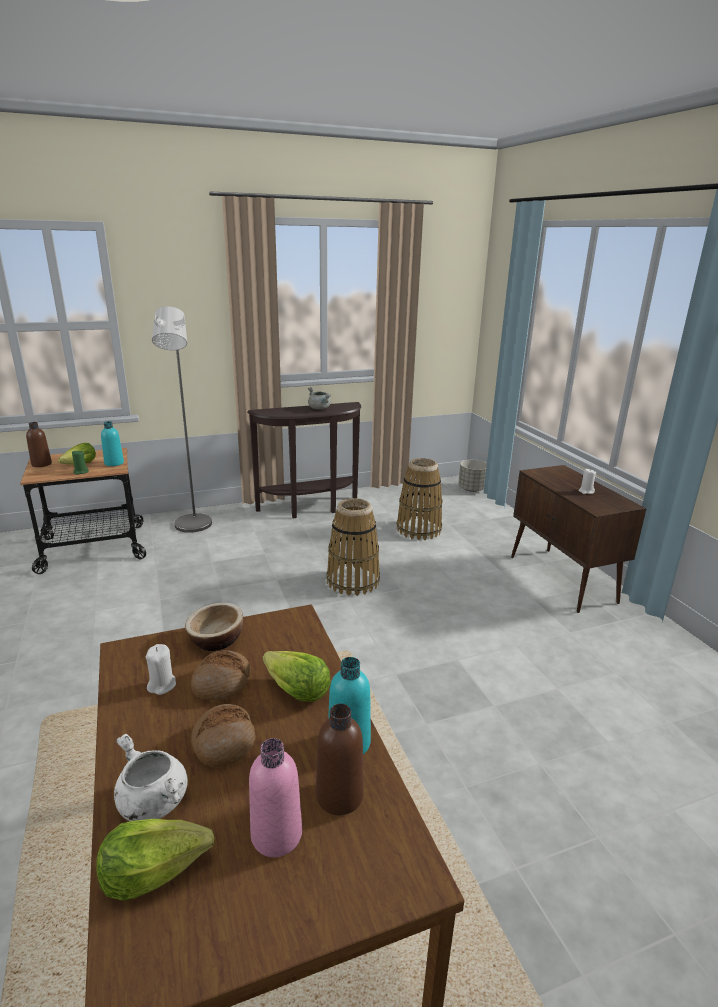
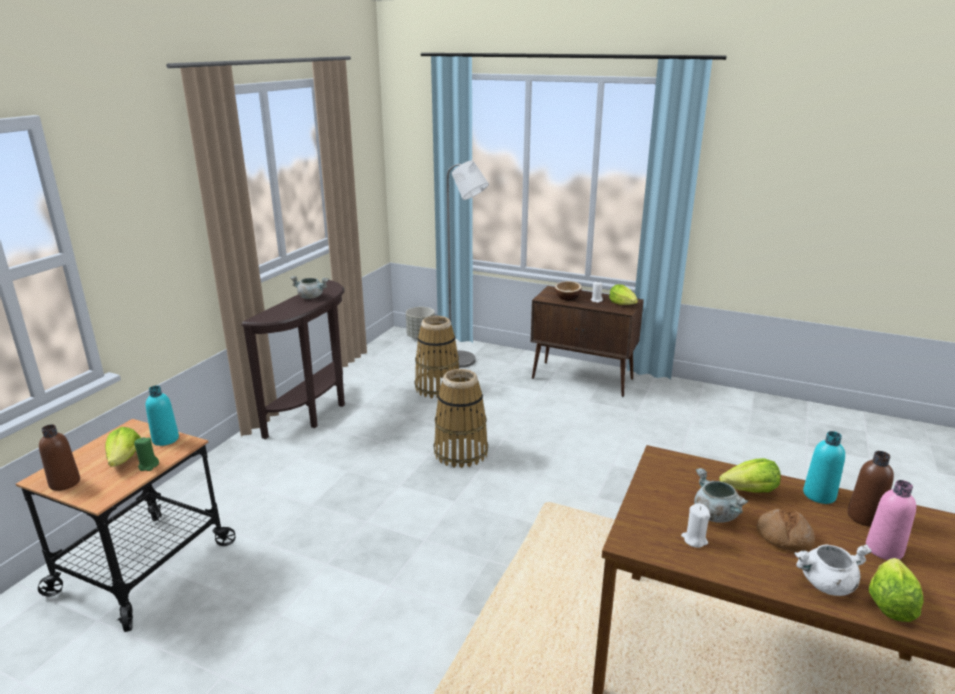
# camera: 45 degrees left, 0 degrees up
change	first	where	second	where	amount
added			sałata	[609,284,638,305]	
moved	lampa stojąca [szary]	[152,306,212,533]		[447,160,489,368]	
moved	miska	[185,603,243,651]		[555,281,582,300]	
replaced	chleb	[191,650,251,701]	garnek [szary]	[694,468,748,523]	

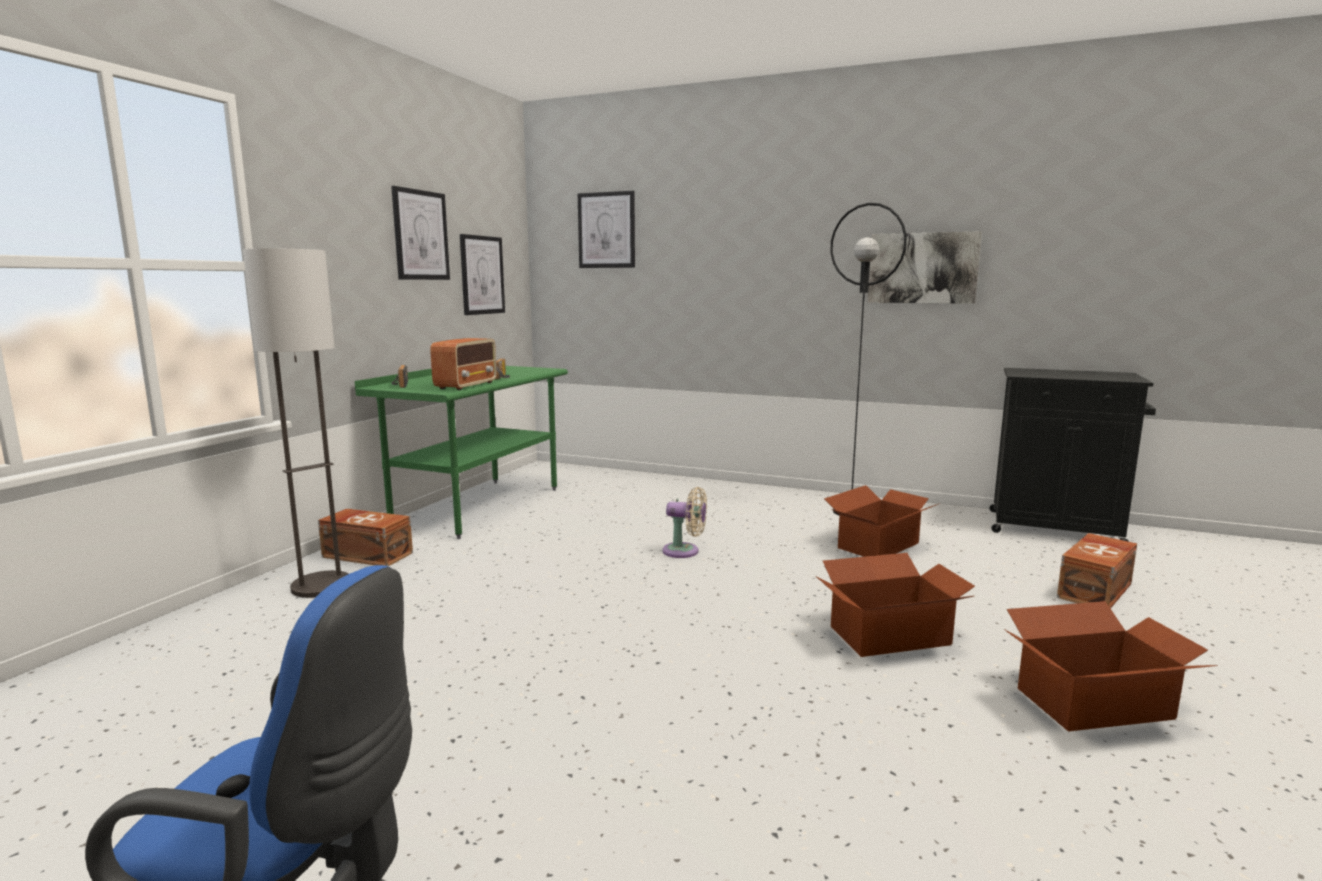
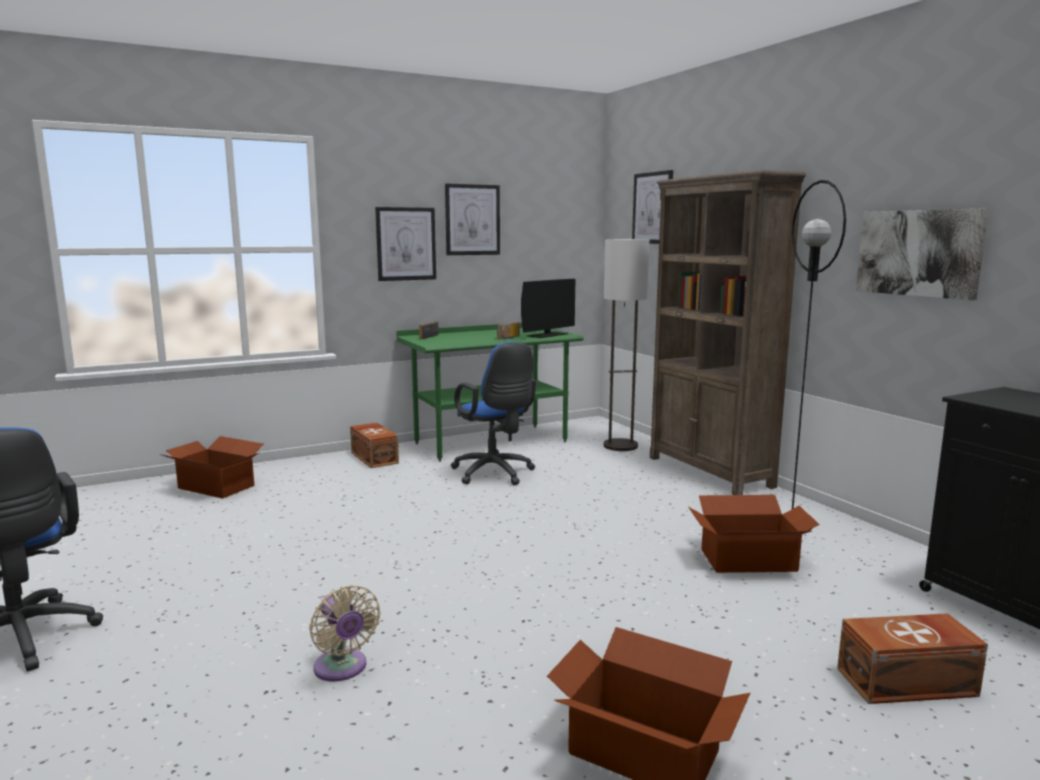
# camera: 40 degrees right, 0 degrees up
change	first	where	second	where	amount
removed	radio	[430,338,497,390]			
added			krzesło biurowe [niebieski]	[451,342,536,485]	
added			monitor	[521,279,575,338]	
added			regał [brązowy]	[650,170,806,495]	
moved	lampa stojąca	[243,248,348,598]		[604,239,649,451]	
moved	obraz	[460,234,505,315]		[375,207,436,281]	
moved	wentylator [beżowy]	[662,487,707,558]		[309,585,380,682]	
moved	karton	[816,553,975,657]		[159,436,263,499]	

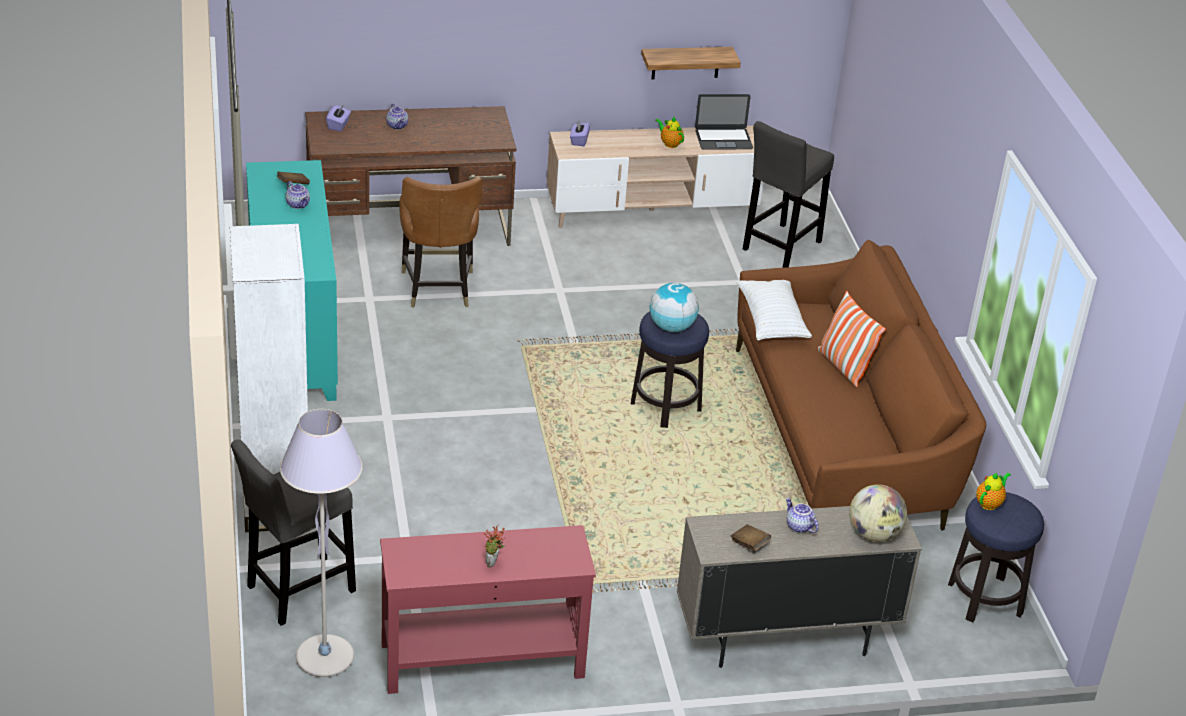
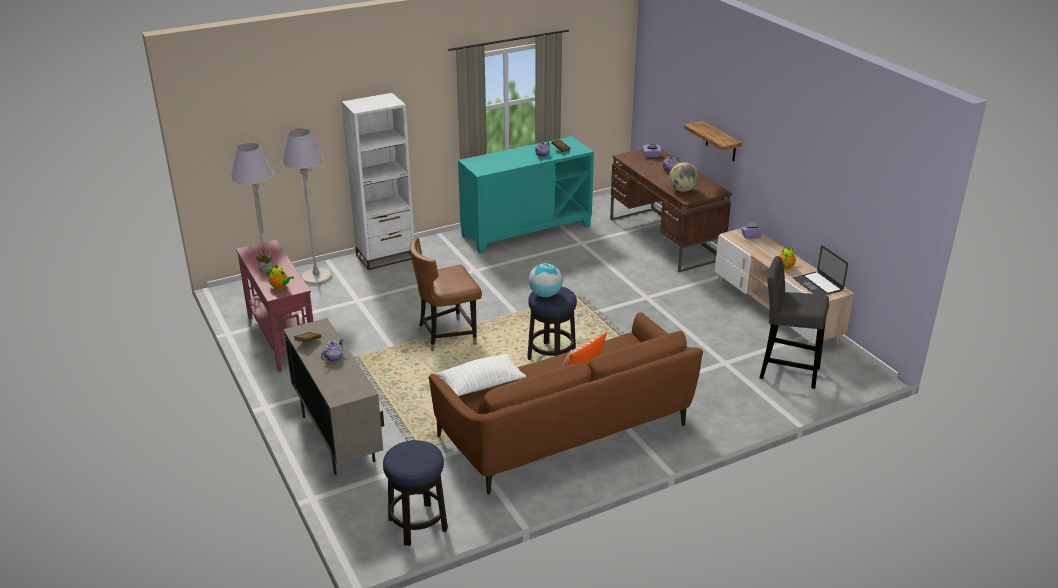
# camera: 75 degrees right, 5 degrees down
change	first	where	second	where	amount
moved	krzesło [brązowy]	[399,177,482,308]		[410,238,482,351]	
moved	półka	[641,47,741,79]		[684,121,742,162]	
moved	poduszka [biały]	[737,280,812,341]		[437,354,526,396]	
moved	globus	[849,484,907,542]		[669,162,699,192]	
moved	imbryk	[976,472,1011,510]		[267,264,294,289]	
replaced	stołek [szary]	[231,439,356,626]	lampa stojąca [szary]	[281,128,331,284]	

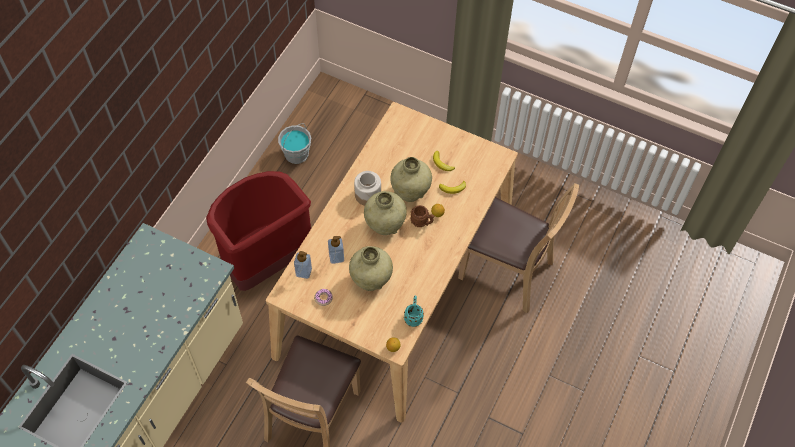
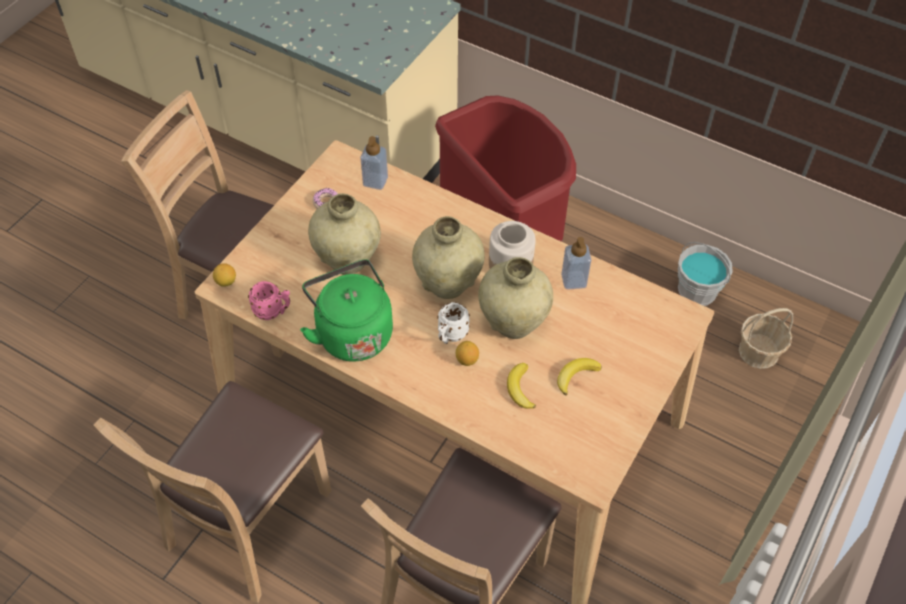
# camera: 95 degrees right, 5 degrees down
change	first	where	second	where	amount
added			krzesło [brązowy]	[94,381,331,603]	
added			czajnik [zielony]	[300,259,393,362]	
added			koszyk	[739,308,793,369]	
moved	dozownik mydła	[328,236,344,264]		[561,237,591,290]	
recoloured	kubek [turkusowy]	[404,296,424,327]	kubek [różowy]	[248,281,290,320]	
recoloured	kubek [brązowy]	[411,205,434,227]	kubek [biały]	[437,302,470,344]	

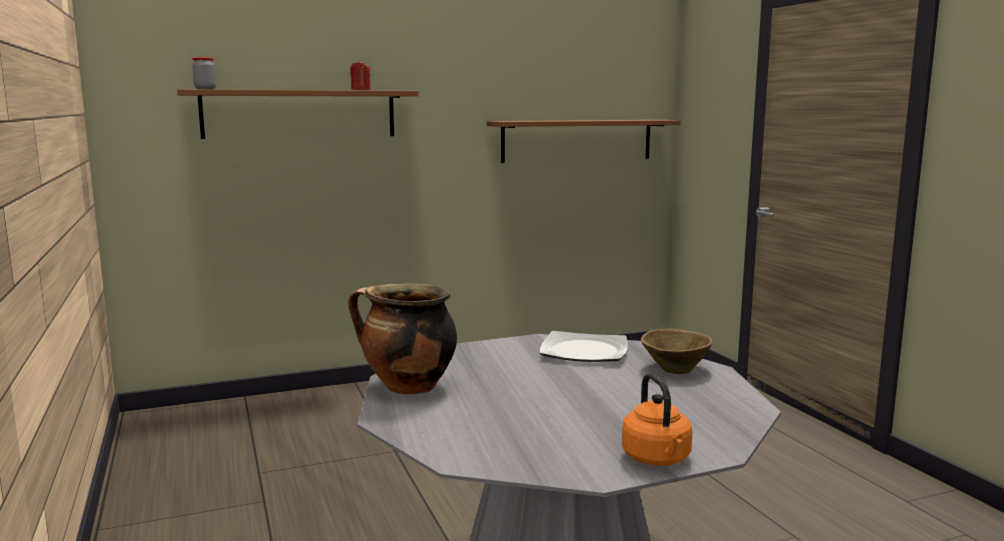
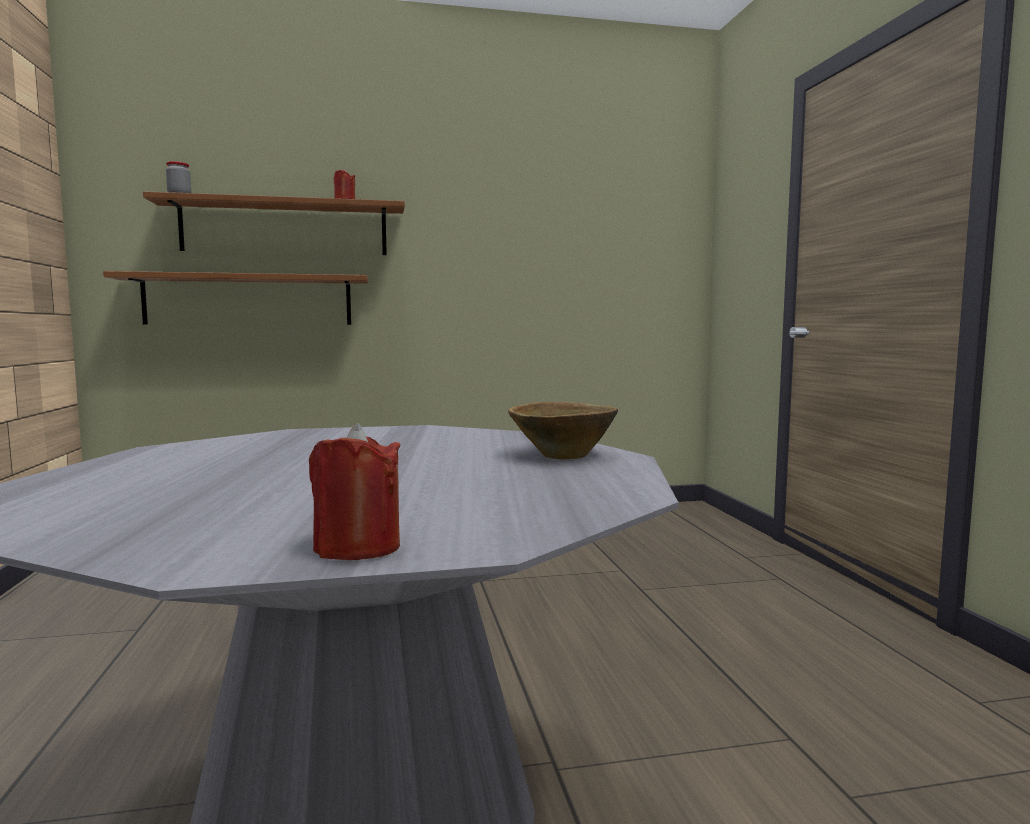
# camera: 10 degrees right, 5 degrees down
change	first	where	second	where	amount
removed	garnek	[348,283,457,395]			
removed	talerz	[539,331,628,362]			
moved	półka [brązowy]	[486,120,681,163]		[103,271,368,325]	
replaced	czajnik [pomarańczowy]	[622,373,692,466]	świeca [czerwony]	[309,423,400,560]	

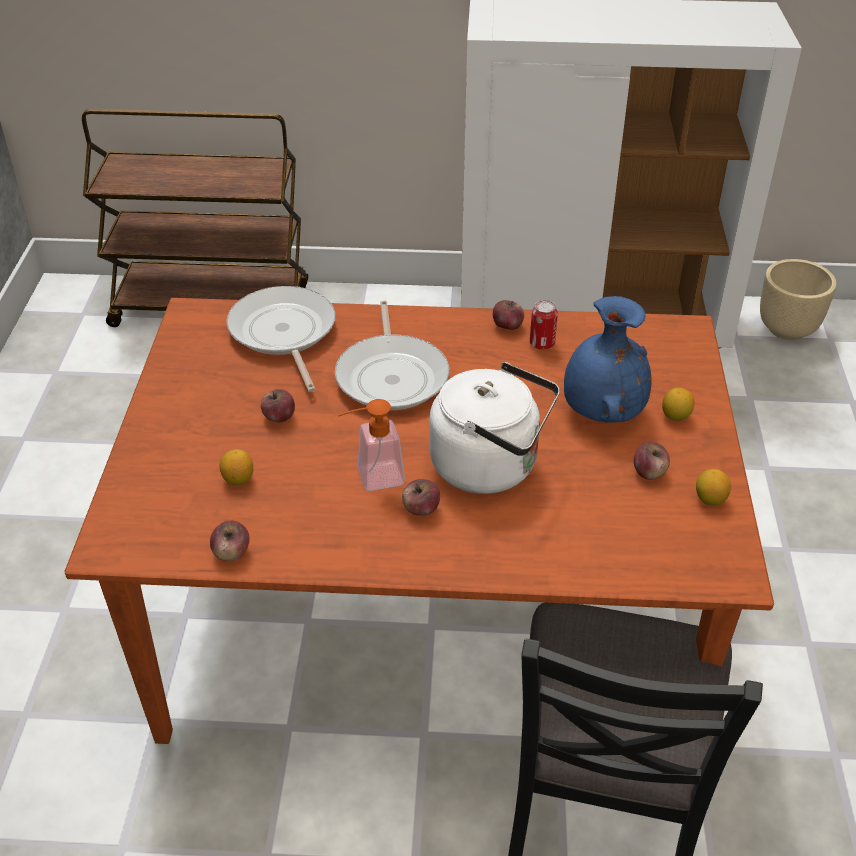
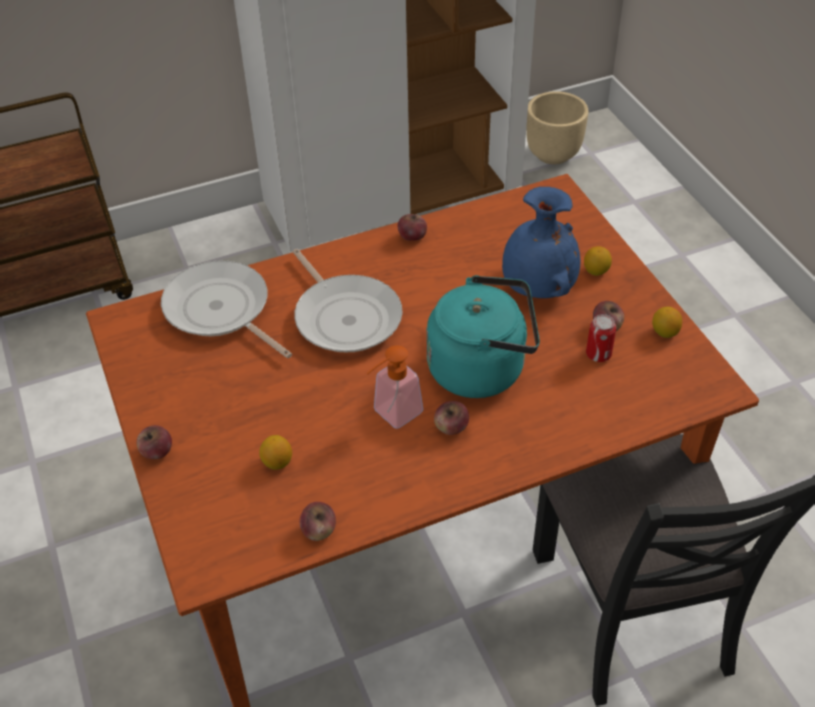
# camera: 25 degrees left, 5 degrees up
change	first	where	second	where	amount
moved	jabłko	[261,389,295,423]		[137,425,172,459]	
moved	puszka	[530,300,558,350]		[586,314,616,362]	
recoloured	czajnik [biały]	[429,362,560,494]	czajnik [turkusowy]	[426,275,540,398]	

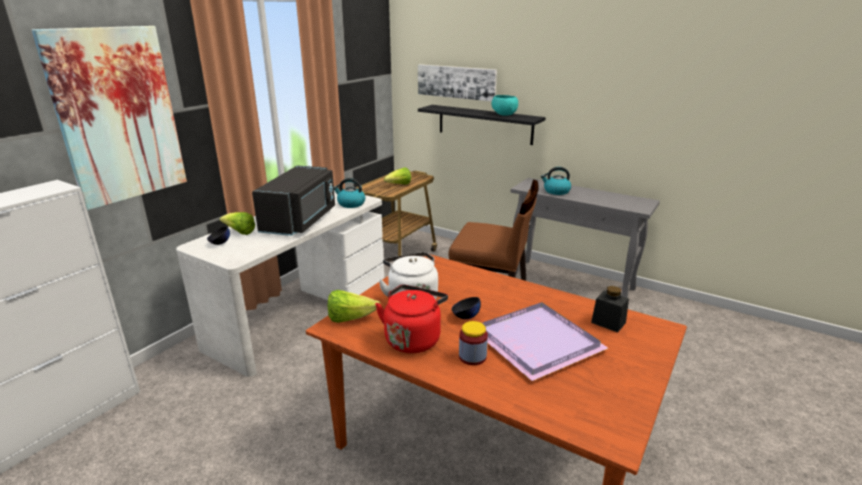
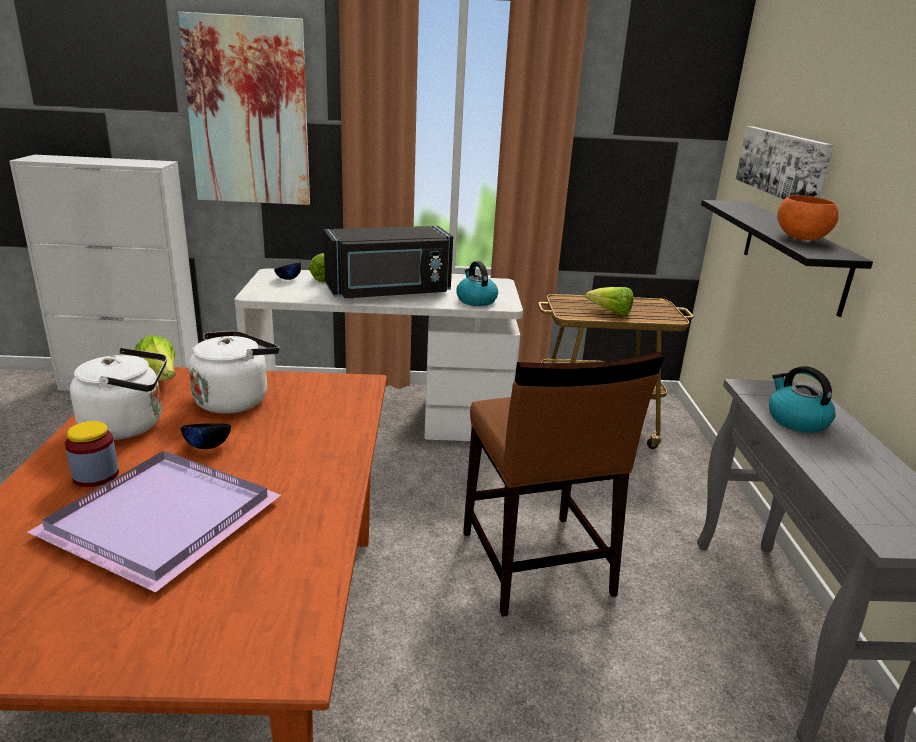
# camera: 55 degrees right, 0 degrees up
change	first	where	second	where	amount
removed	słoik [czarny]	[591,286,629,332]			
recoloured	czajnik [czerwony]	[375,285,448,353]	czajnik [biały]	[70,348,167,440]	
recoloured	miska [turkusowy]	[492,95,518,116]	miska [pomarańczowy]	[777,195,838,240]	

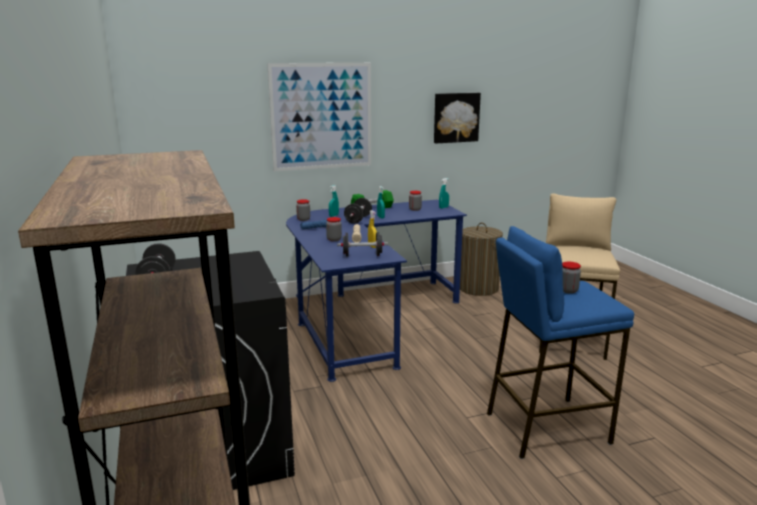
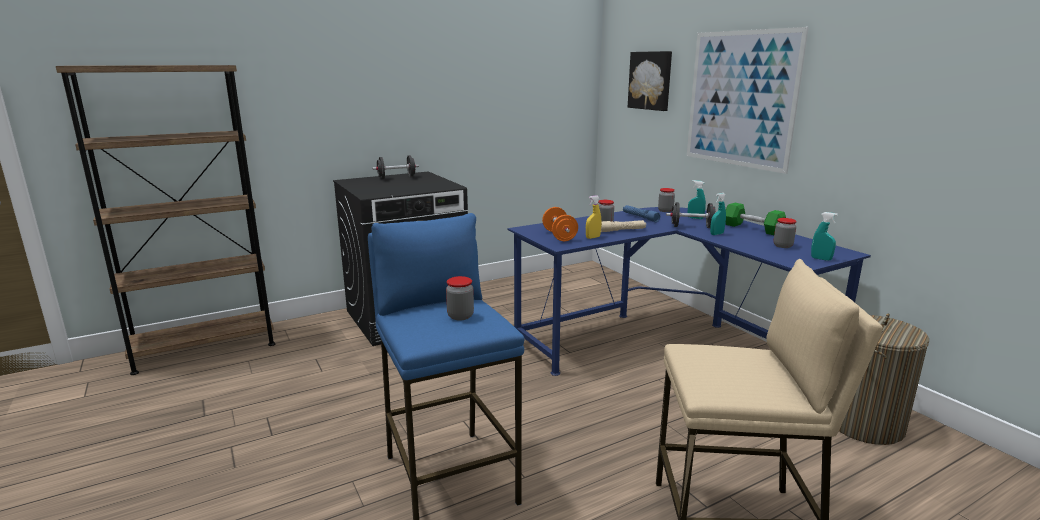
# camera: 80 degrees right, 0 degrees up
change	first	where	second	where	amount
moved	obraz	[434,93,481,143]		[628,51,672,111]	
recoloured	hantel [czarny]	[337,232,388,257]	hantel [pomarańczowy]	[542,207,578,241]	

